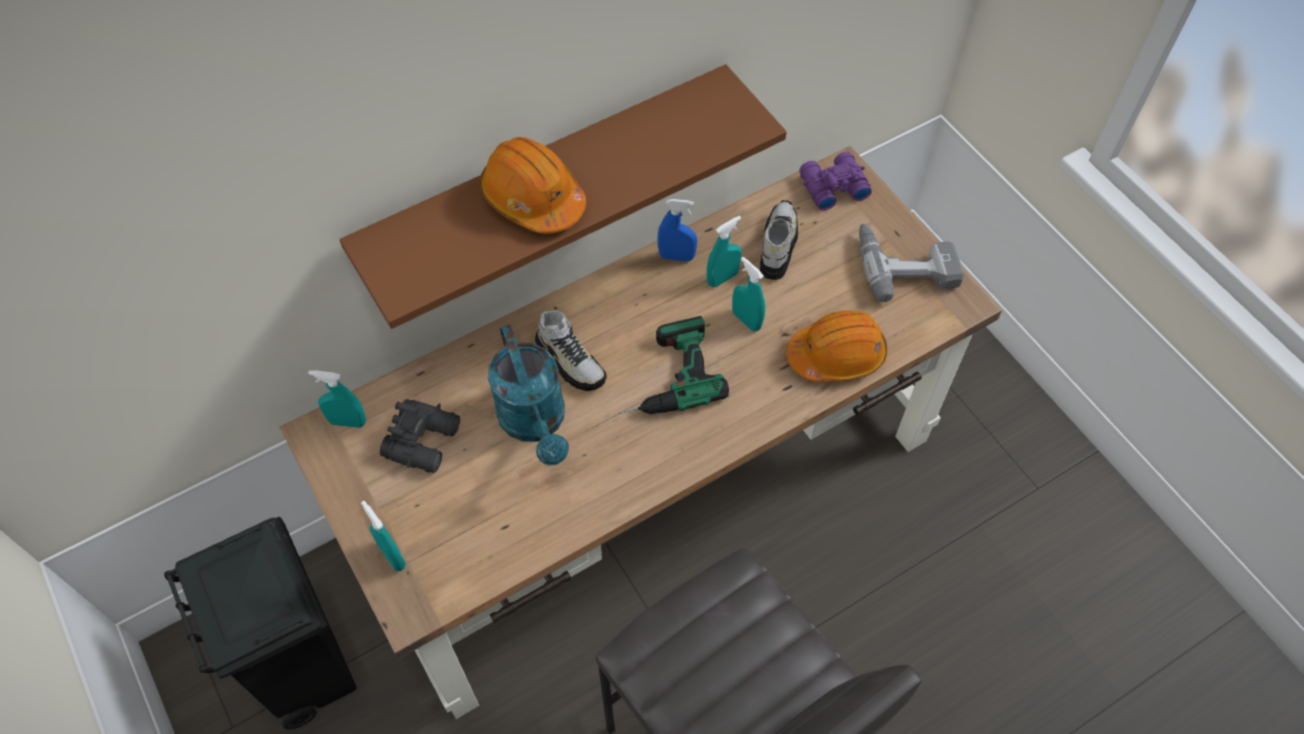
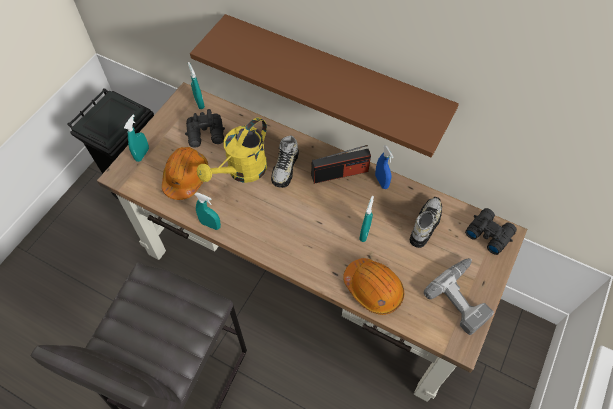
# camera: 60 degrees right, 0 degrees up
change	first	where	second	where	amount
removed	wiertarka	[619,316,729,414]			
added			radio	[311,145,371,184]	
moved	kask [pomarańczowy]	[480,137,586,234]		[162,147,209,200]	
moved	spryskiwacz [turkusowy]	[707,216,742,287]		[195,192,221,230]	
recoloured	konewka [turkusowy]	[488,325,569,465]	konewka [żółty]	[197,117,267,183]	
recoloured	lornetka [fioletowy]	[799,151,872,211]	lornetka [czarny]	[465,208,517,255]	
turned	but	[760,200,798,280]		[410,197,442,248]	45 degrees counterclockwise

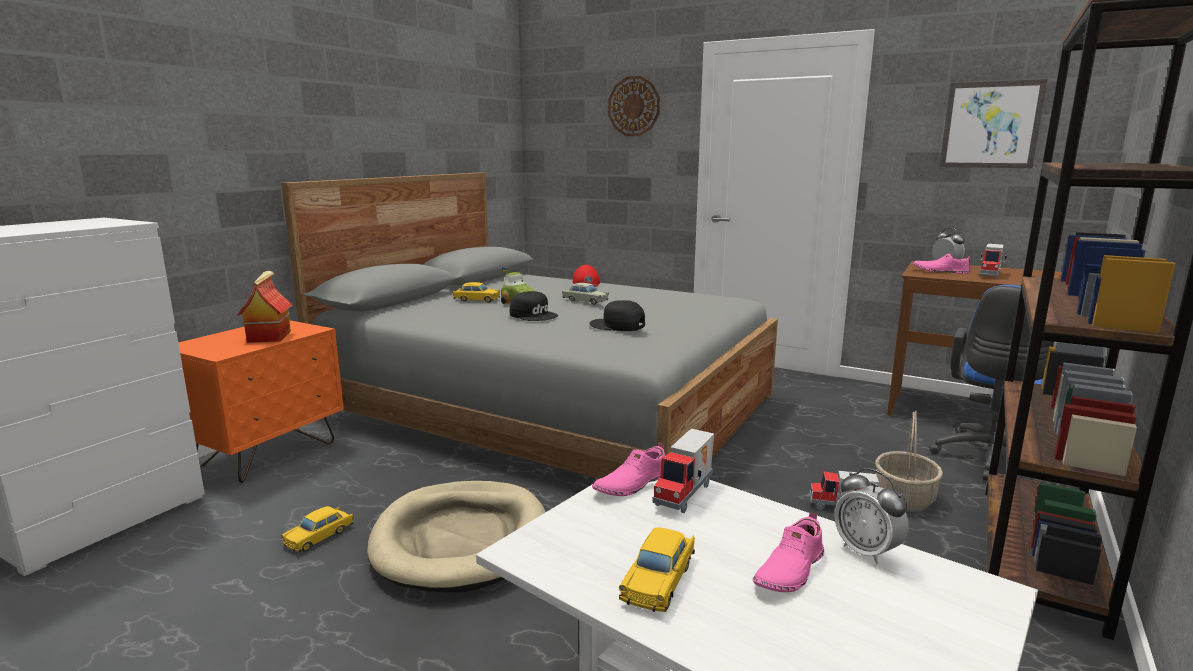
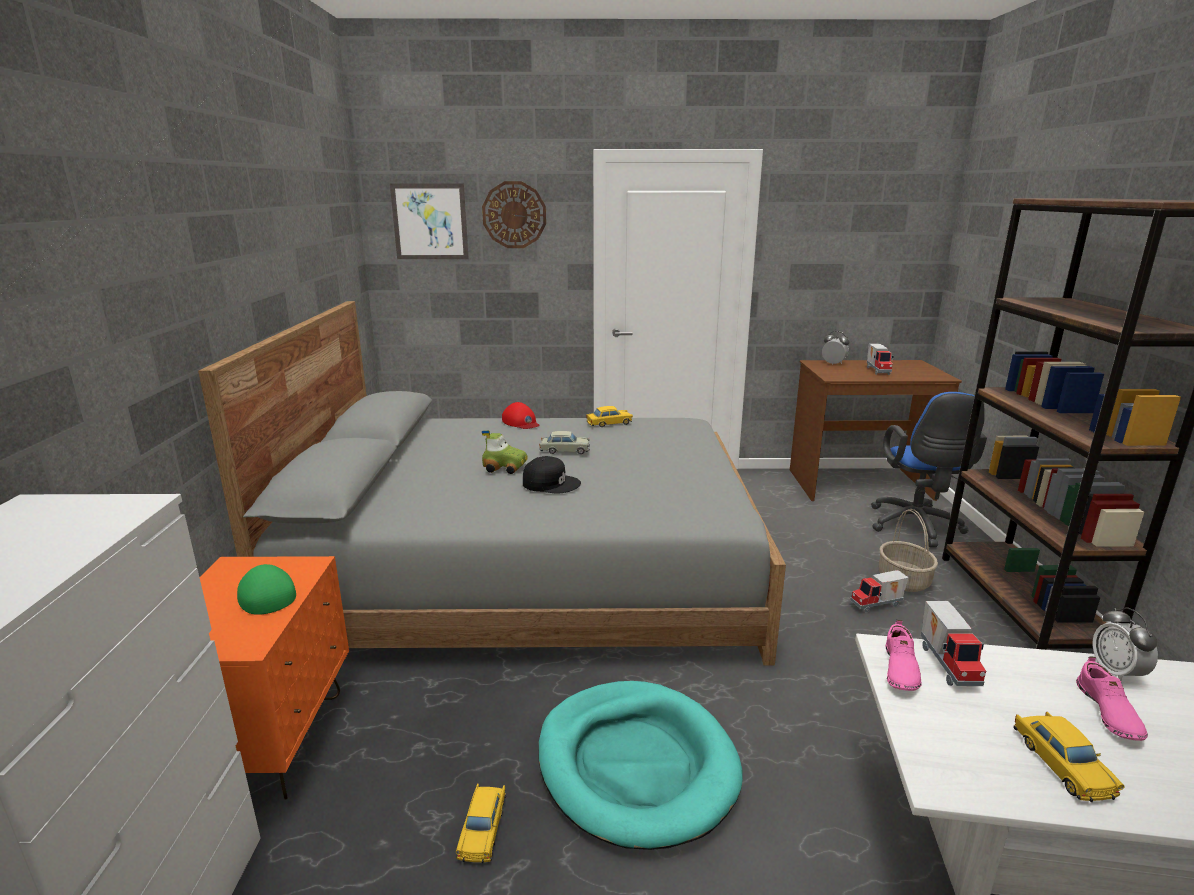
# camera: 30 degrees left, 5 degrees up
change	first	where	second	where	amount
removed	czapka z daszkiem [czarny]	[589,300,645,331]			
removed	but [różowy]	[913,254,970,274]			
moved	samochodzik [żółty]	[453,282,500,303]		[586,406,633,427]	
moved	obraz	[939,79,1047,168]		[390,183,469,259]	
replaced	domek	[237,270,292,343]	czapka z daszkiem [zielony]	[237,564,296,615]	
recoloured	legowisko [beżowy]	[367,481,546,593]	legowisko [turkusowy]	[538,681,743,850]	
turned	budzik	[835,468,909,564]		[1093,607,1158,682]	60 degrees clockwise

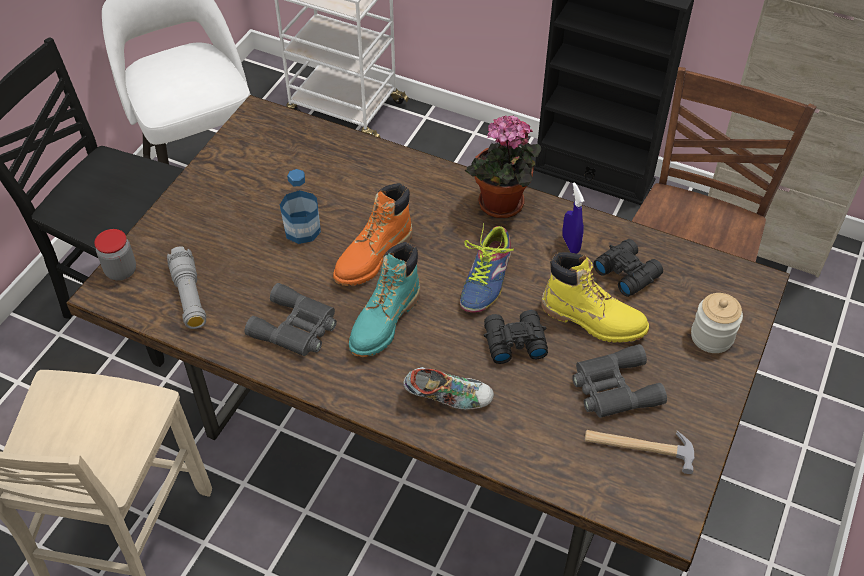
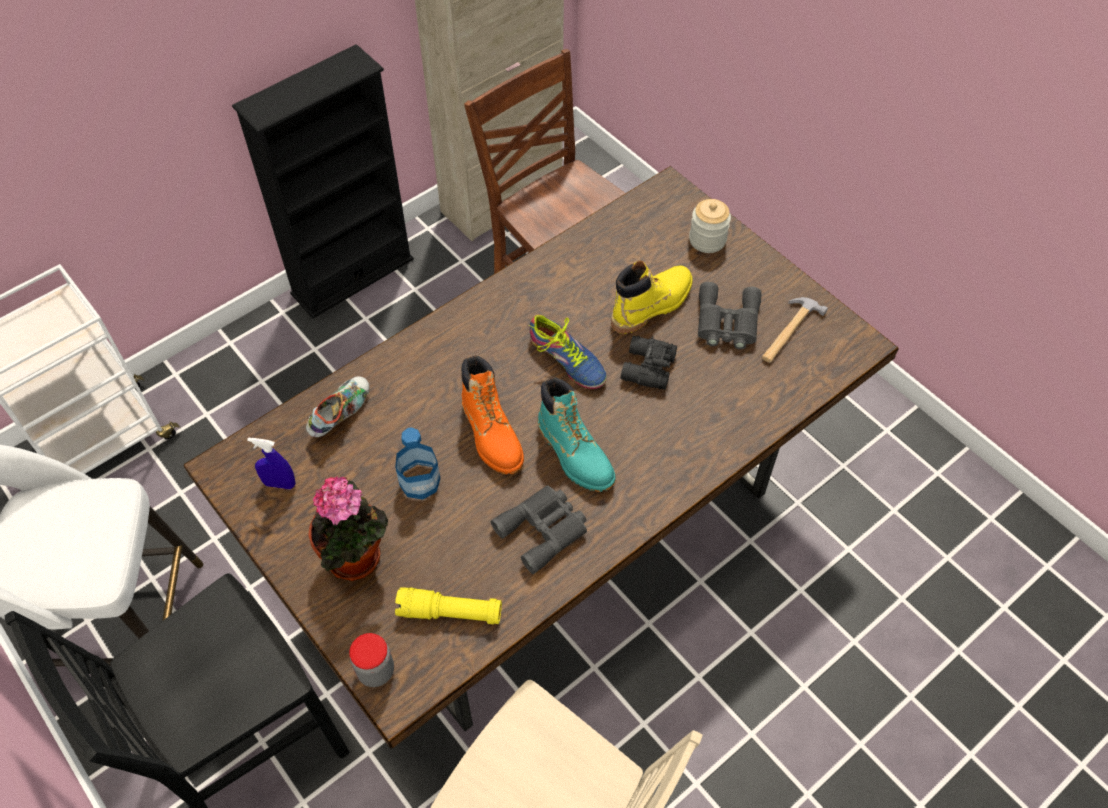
# camera: 65 degrees left, 5 degrees up
change	first	where	second	where	amount
removed	lornetka [czarny]	[593,239,663,297]			
moved	but	[403,367,494,410]		[306,376,369,437]	
moved	roślina doniczkowa	[465,115,541,218]		[308,476,388,581]	
moved	spryskiwacz [niebieski]	[562,182,584,254]		[247,438,296,489]	
recoloured	latarka [szary]	[167,246,206,329]	latarka [żółty]	[395,587,502,625]	

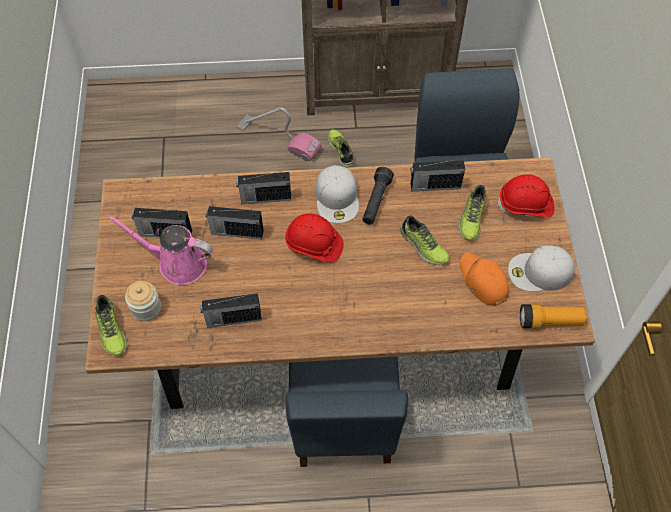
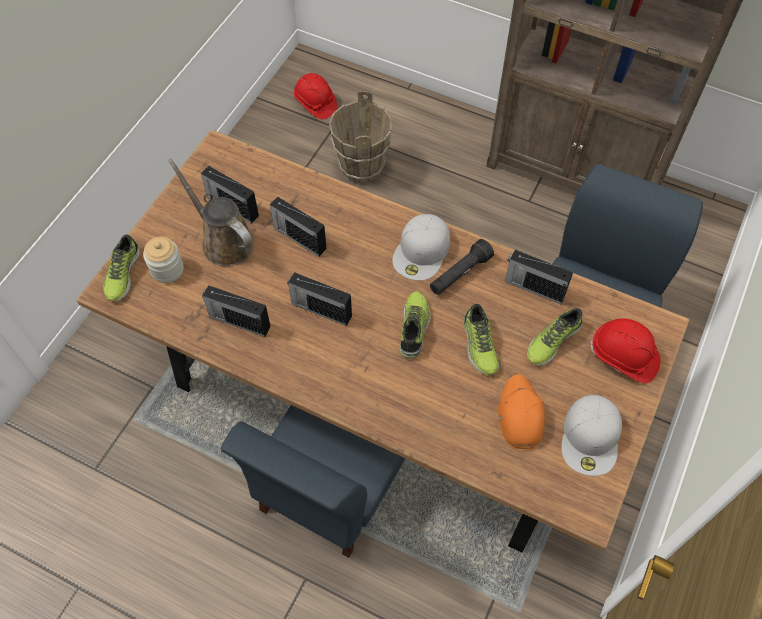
# camera: 30 degrees right, 0 degrees up
change	first	where	second	where	amount
removed	odkurzacz	[237,107,322,161]			
removed	latarka	[520,304,586,328]			
added			wiadro [brązowy]	[329,90,392,183]	
moved	radio	[236,171,292,204]		[287,272,352,326]	
moved	kask [czerwony]	[285,214,344,262]		[294,73,338,119]	
moved	but	[328,130,354,168]		[400,291,430,359]	
recoloured	konewka [różowy]	[107,215,213,285]	konewka [brązowy]	[168,158,254,266]	
turned	czapka z daszkiem [biały]	[508,245,575,291]		[561,395,622,476]	105 degrees counterclockwise

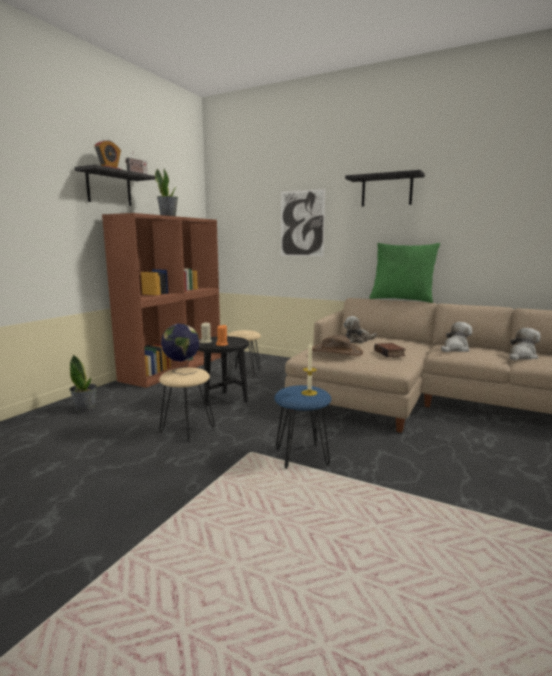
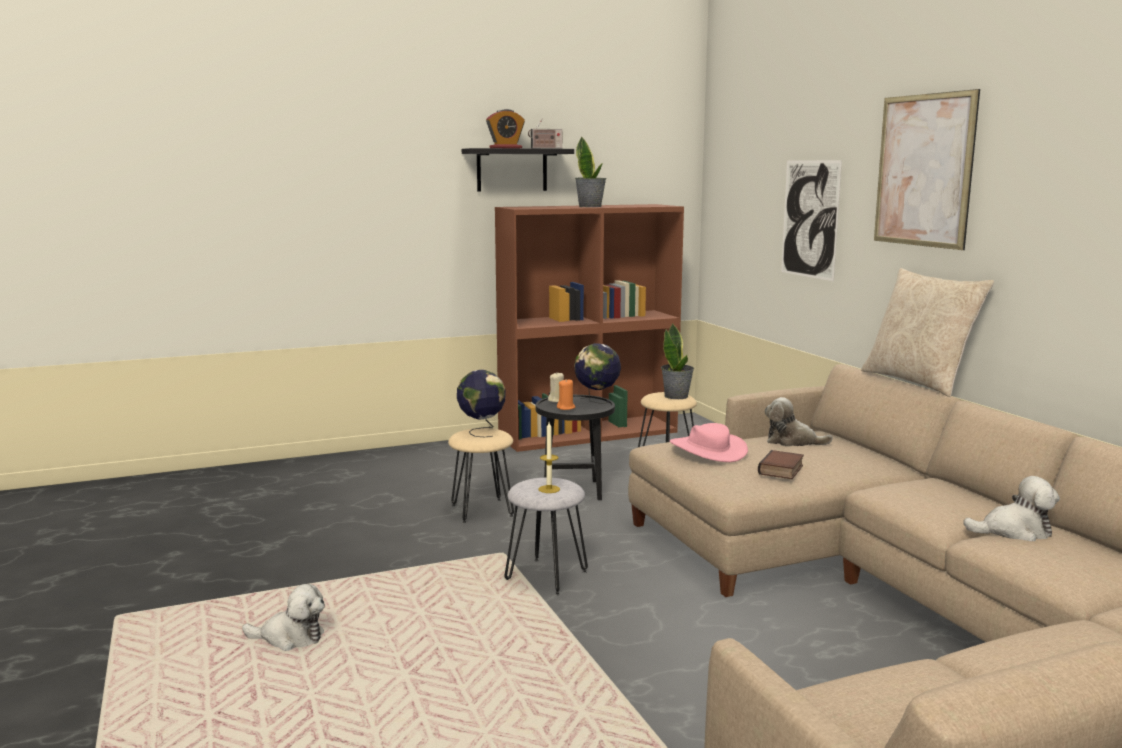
# camera: 40 degrees right, 0 degrees up
change	first	where	second	where	amount
added			globus	[574,343,621,404]	
moved	roślina doniczkowa	[69,354,97,412]		[661,323,694,399]	
moved	pluszak	[441,322,472,352]		[242,584,325,651]	
replaced	półka [czarny]	[345,170,425,207]	obraz	[874,89,980,250]	
recoloured	stołek [niebieski]	[274,385,331,469]	stołek [szary]	[505,478,588,595]	
recoloured	kapelusz [brązowy]	[312,335,363,355]	kapelusz [różowy]	[670,423,748,462]	
recoloured	poduszka [zielony]	[370,243,440,303]	poduszka [beżowy]	[861,268,994,397]	

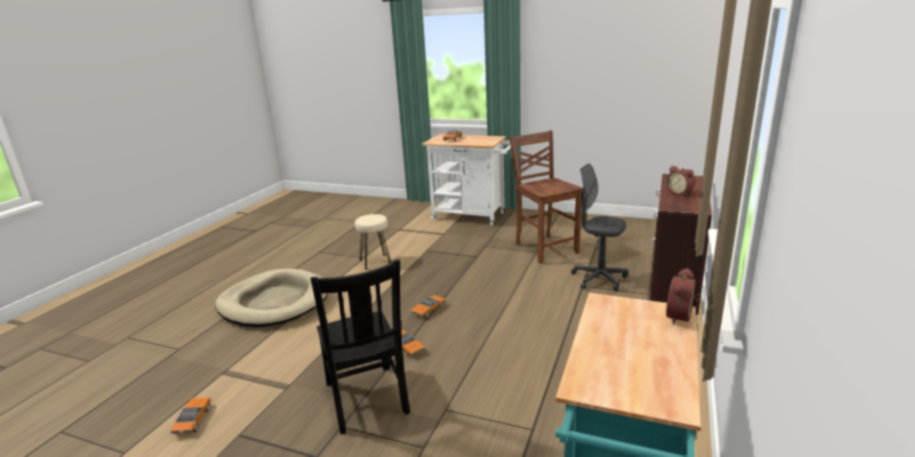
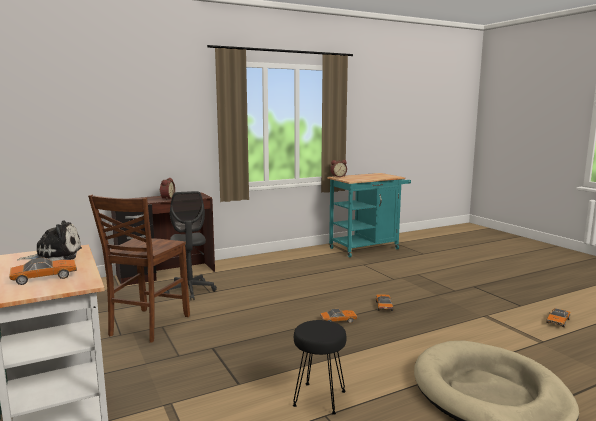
# camera: 140 degrees left, 10 degrees down
change	first	where	second	where	amount
removed	krzesło [czarny]	[310,259,410,434]			
added			pluszak	[17,220,82,261]	
recoloured	stołek [beżowy]	[355,214,391,270]	stołek [czarny]	[293,320,346,415]	

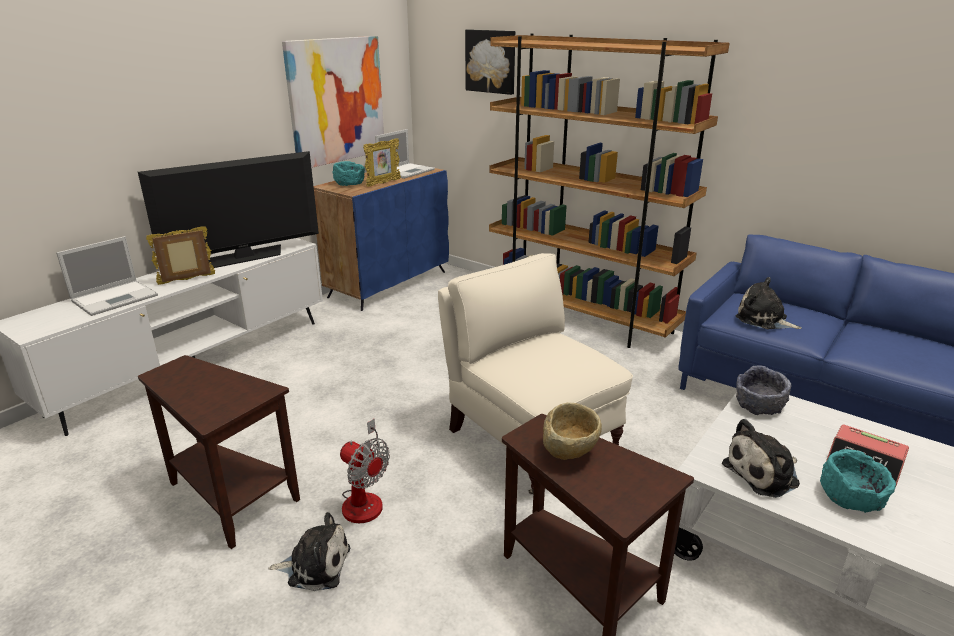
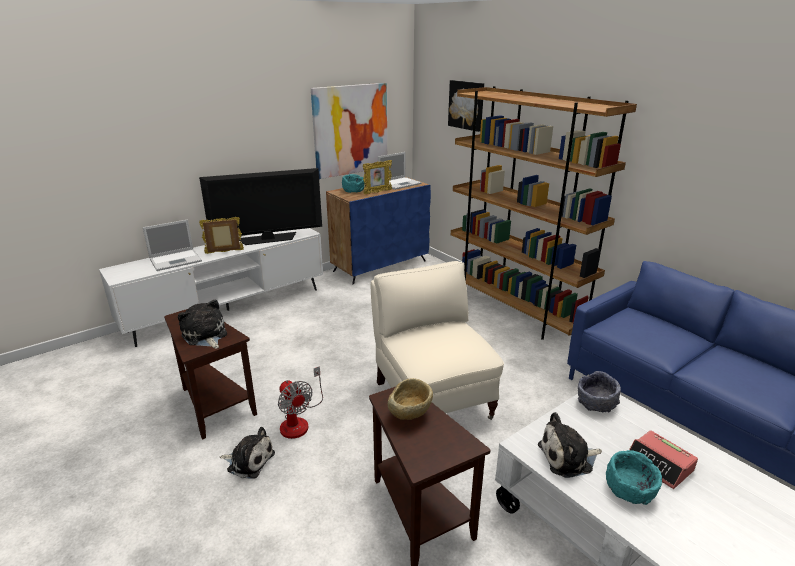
# camera: 15 degrees right, 0 degrees up
change	first	where	second	where	amount
moved	pluszak	[736,277,802,330]		[178,299,227,349]	

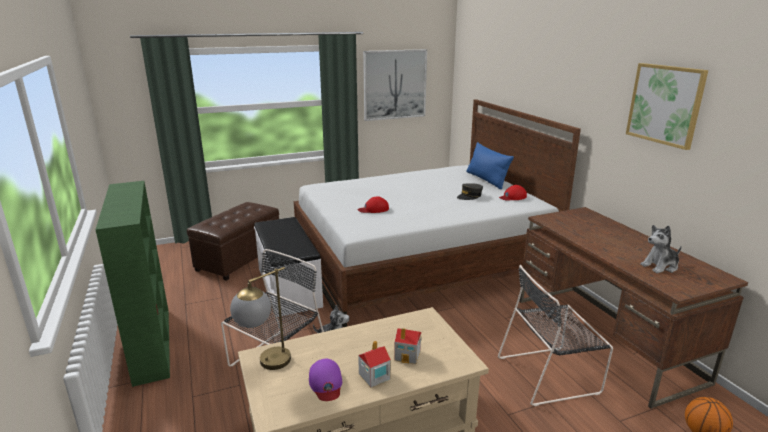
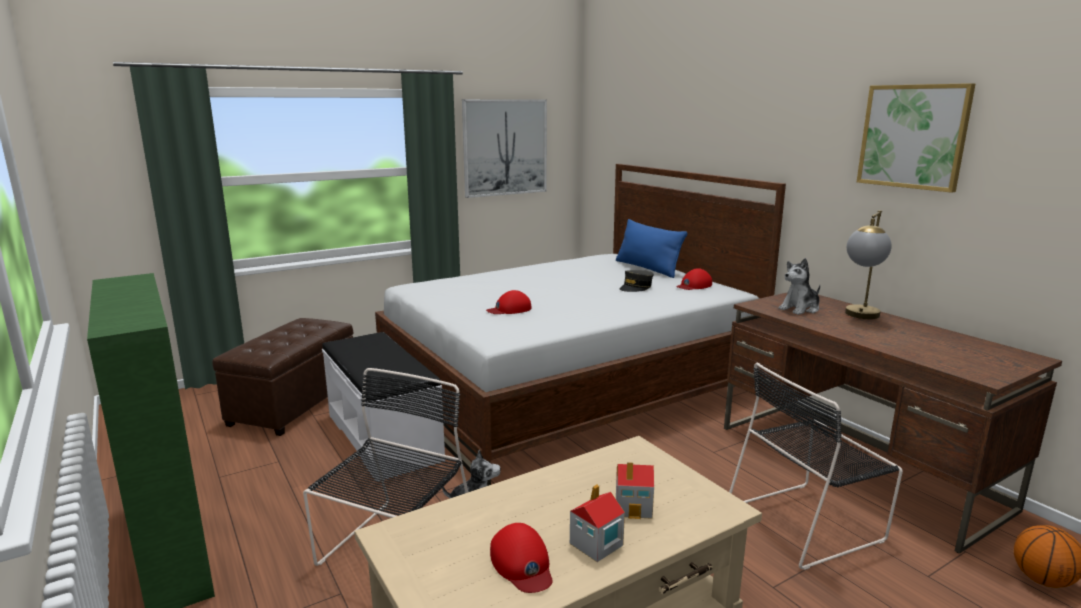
# camera: 10 degrees left, 5 degrees down
change	first	where	second	where	amount
moved	lampa stołowa	[230,267,291,370]		[845,210,892,319]	
moved	pluszak	[640,225,682,273]		[778,258,820,315]	
recoloured	czapka z daszkiem [fioletowy]	[309,359,342,401]	czapka z daszkiem [czerwony]	[490,523,552,593]	

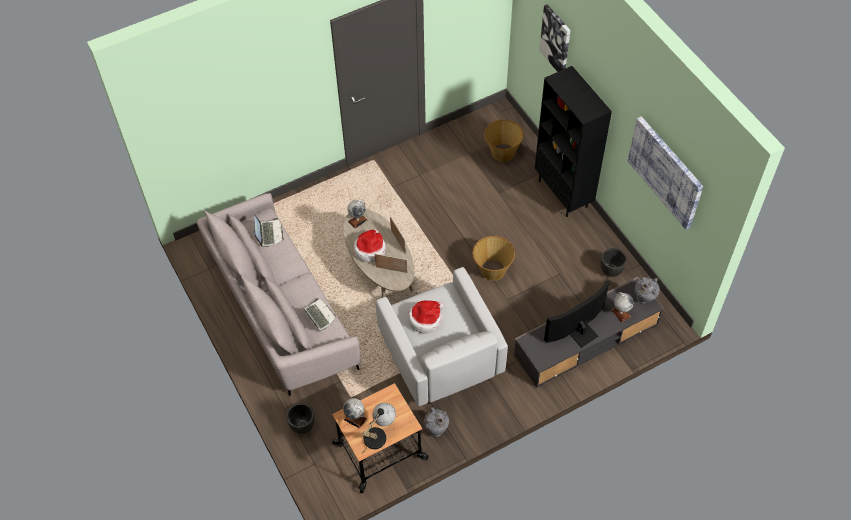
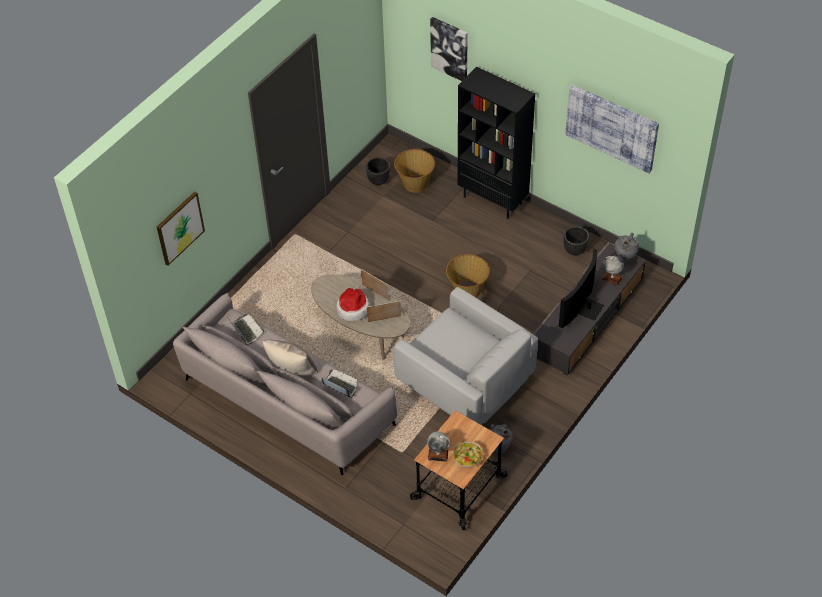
# camera: 25 degrees left, 5 degrees down
change	first	where	second	where	amount
removed	globus	[347,200,368,229]			
removed	kapelusz	[408,300,444,333]			
added			obraz	[157,192,205,266]	
added			poduszka [beżowy]	[263,340,318,376]	
moved	donica [czarny]	[287,403,315,434]		[366,157,390,185]	
replaced	lampa stołowa	[362,403,396,454]	miska	[453,441,483,468]	

